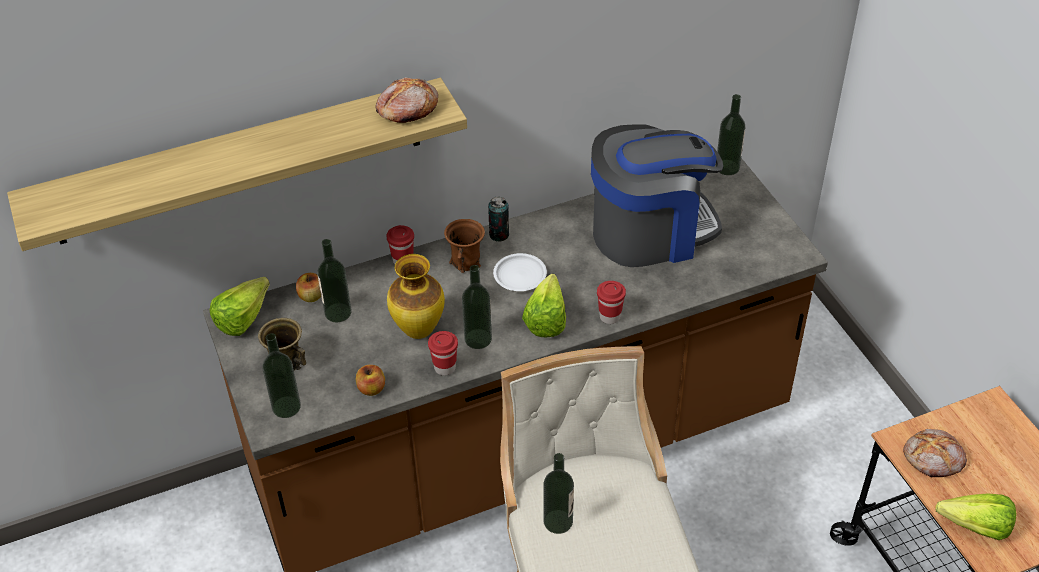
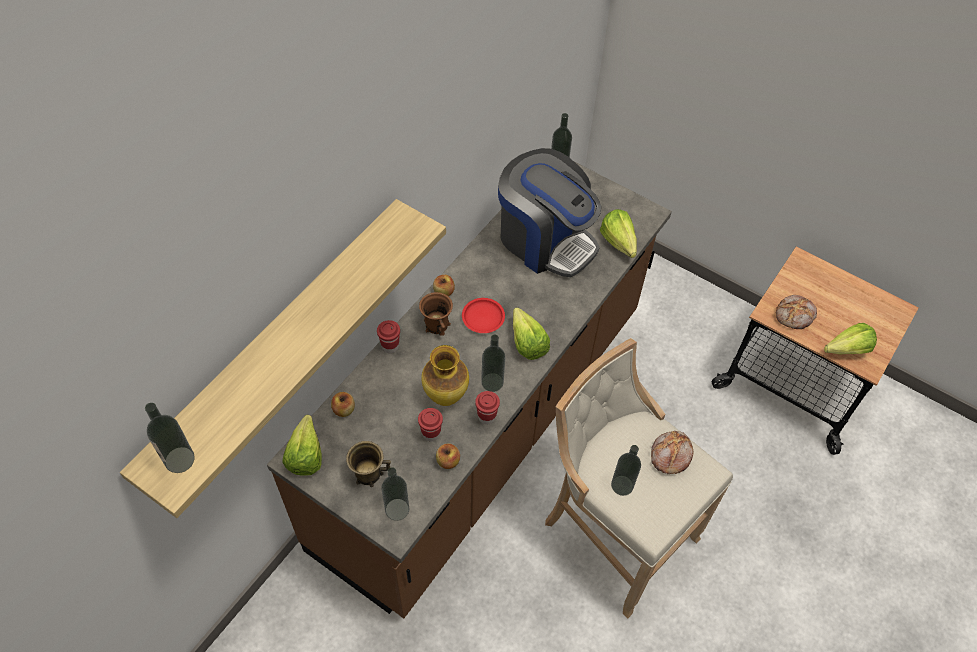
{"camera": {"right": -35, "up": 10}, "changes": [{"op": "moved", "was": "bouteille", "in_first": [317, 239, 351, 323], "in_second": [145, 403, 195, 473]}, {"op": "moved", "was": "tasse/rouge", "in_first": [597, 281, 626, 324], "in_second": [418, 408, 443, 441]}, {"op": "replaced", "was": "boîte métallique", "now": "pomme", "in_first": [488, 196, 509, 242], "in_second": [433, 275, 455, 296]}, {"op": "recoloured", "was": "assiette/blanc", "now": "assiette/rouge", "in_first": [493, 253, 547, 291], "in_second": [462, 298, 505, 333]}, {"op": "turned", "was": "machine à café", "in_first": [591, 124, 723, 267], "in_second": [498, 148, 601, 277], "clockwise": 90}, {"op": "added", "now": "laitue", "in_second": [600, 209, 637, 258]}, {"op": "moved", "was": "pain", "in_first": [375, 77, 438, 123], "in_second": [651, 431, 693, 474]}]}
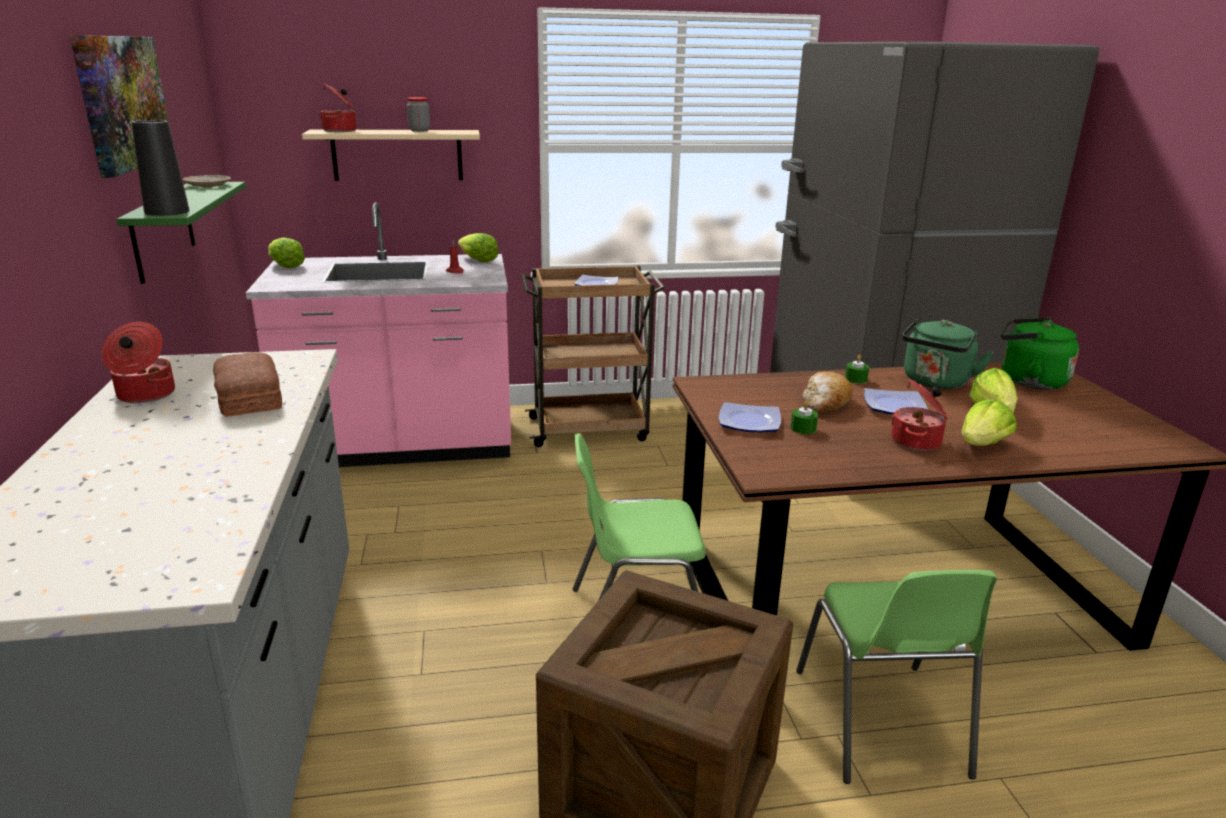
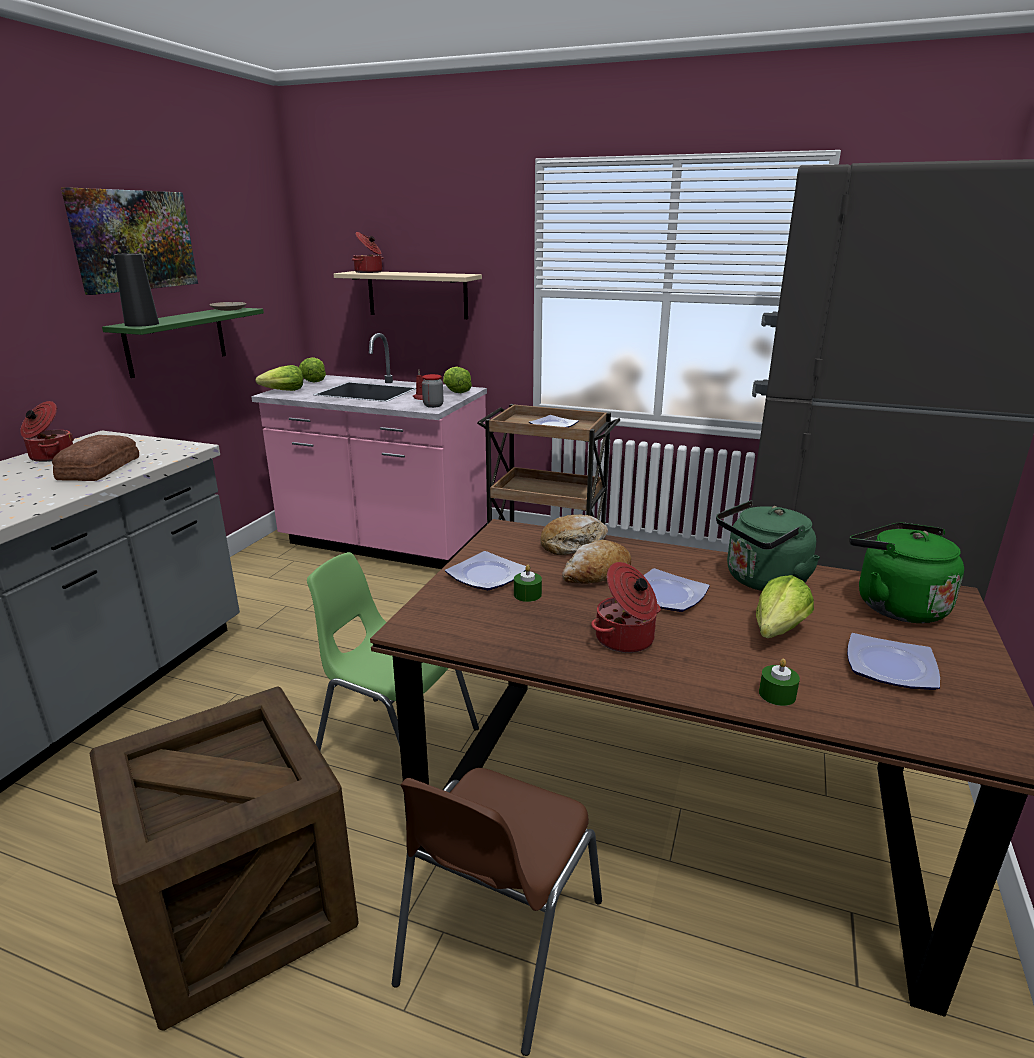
{"camera": {"right": 30, "up": 0}, "changes": [{"op": "moved", "was": "laitue", "in_first": [962, 399, 1017, 446], "in_second": [255, 365, 303, 391]}, {"op": "recoloured", "was": "chaise/vert", "now": "chaise/marron", "in_first": [796, 570, 997, 784], "in_second": [392, 768, 602, 1056]}, {"op": "moved", "was": "bocal", "in_first": [407, 97, 430, 132], "in_second": [422, 374, 444, 408]}, {"op": "added", "now": "pain", "in_second": [541, 515, 608, 555]}, {"op": "moved", "was": "bougie/vert", "in_first": [845, 355, 869, 384], "in_second": [759, 659, 800, 706]}, {"op": "added", "now": "assiette", "in_second": [847, 633, 940, 690]}]}
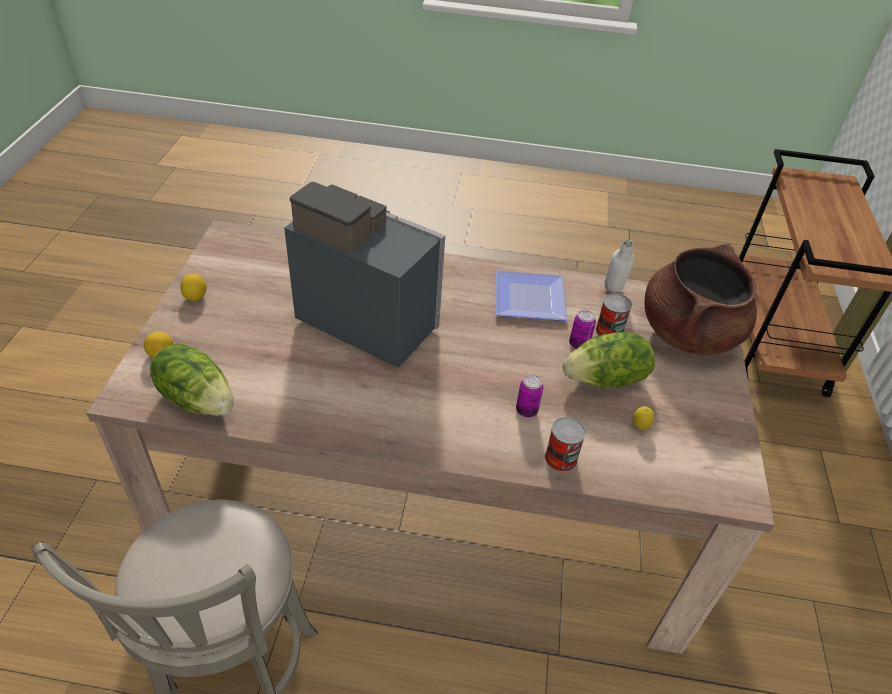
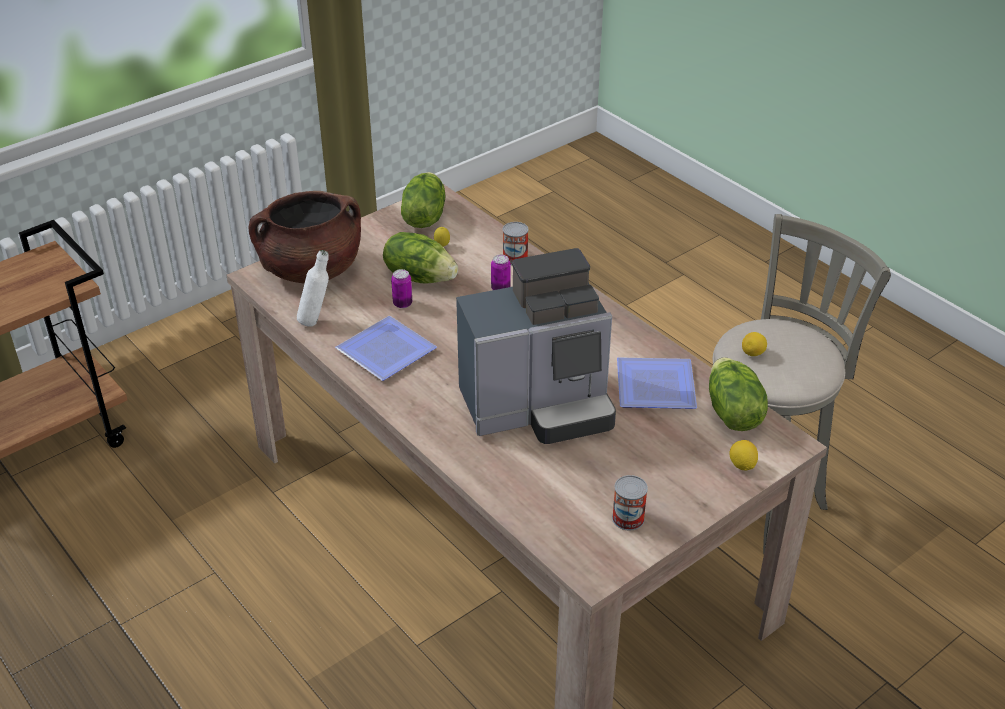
{"camera": {"right": -135, "up": -5}, "changes": [{"op": "added", "now": "laitue", "in_second": [401, 172, 445, 228]}, {"op": "turned", "was": "machine à café", "in_first": [284, 182, 445, 368], "in_second": [456, 248, 616, 444], "clockwise": -90}, {"op": "moved", "was": "boîte métallique", "in_first": [596, 293, 632, 336], "in_second": [612, 475, 648, 531]}, {"op": "added", "now": "assiette", "in_second": [617, 357, 697, 409]}, {"op": "moved", "was": "citron", "in_first": [180, 274, 207, 301], "in_second": [742, 332, 767, 356]}]}
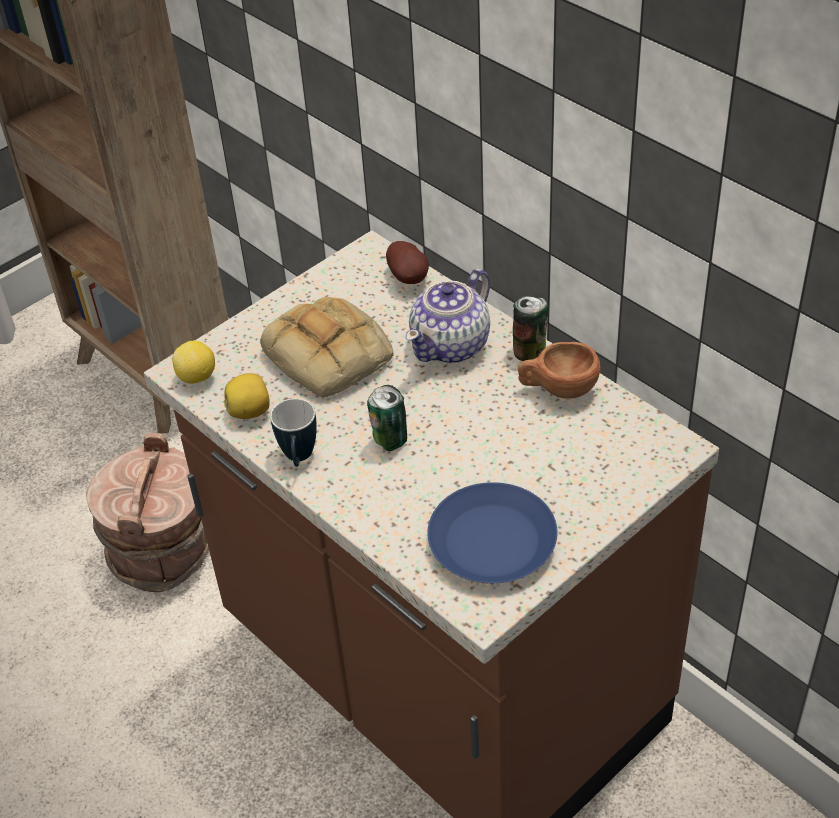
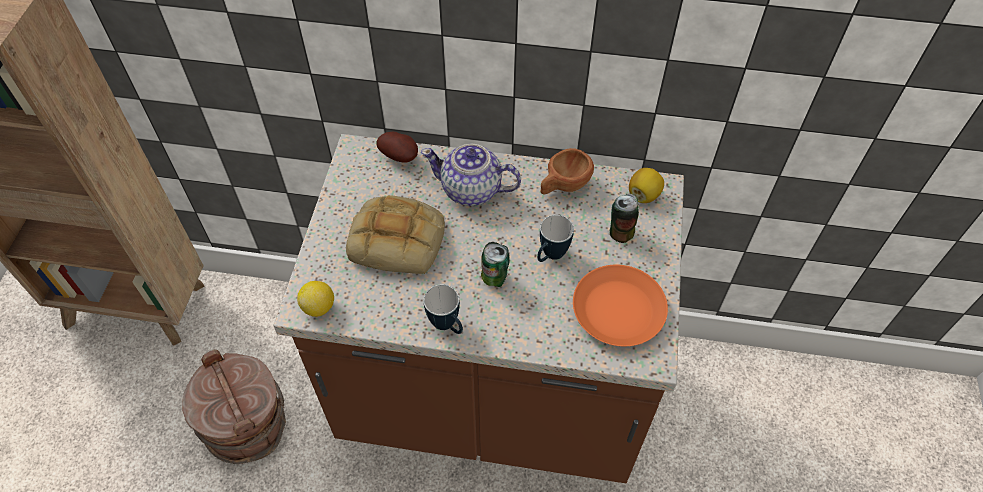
{"camera": {"right": -40, "up": 10}, "changes": [{"op": "turned", "was": "théière", "in_first": [406, 269, 490, 363], "in_second": [421, 143, 521, 206], "clockwise": 105}, {"op": "added", "now": "mug", "in_second": [537, 215, 574, 262]}, {"op": "recoloured", "was": "assiette/bleu", "now": "assiette/orange", "in_first": [427, 482, 557, 583], "in_second": [573, 265, 668, 346]}, {"op": "moved", "was": "boîte métallique", "in_first": [513, 296, 548, 361], "in_second": [610, 193, 639, 243]}, {"op": "moved", "was": "citron", "in_first": [224, 373, 270, 419], "in_second": [629, 168, 664, 203]}]}
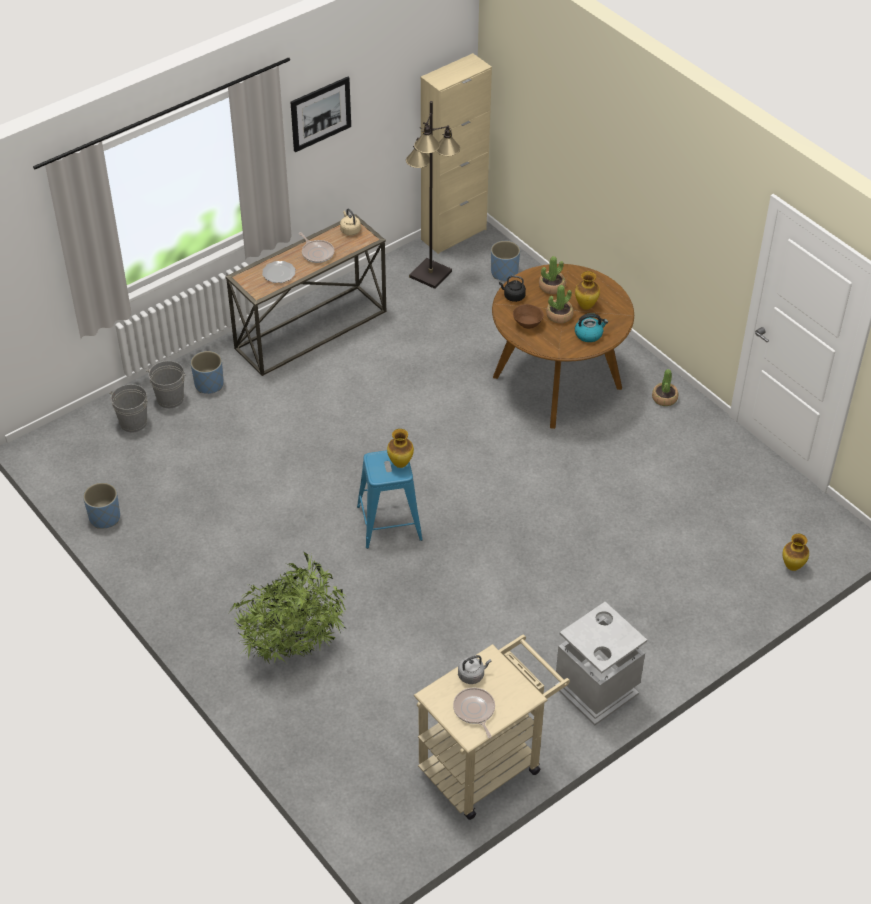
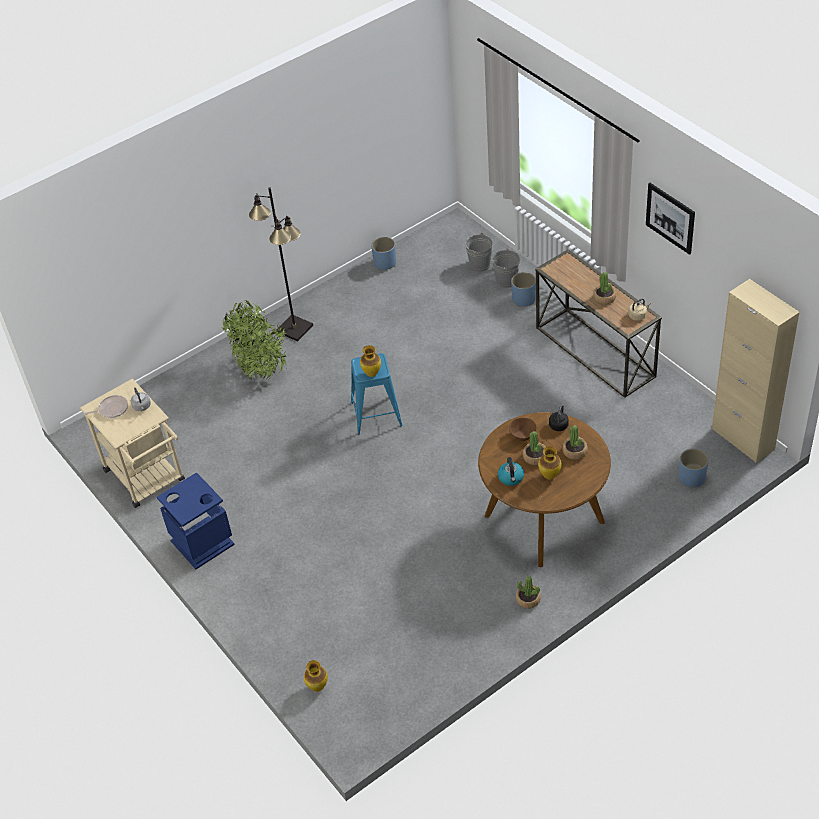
{"camera": {"right": 95, "up": 0}, "changes": [{"op": "recoloured", "was": "poubelle/gris", "now": "poubelle/bleu", "in_first": [555, 602, 647, 726], "in_second": [157, 472, 235, 570]}, {"op": "moved", "was": "lampadaire/noir", "in_first": [406, 101, 460, 289], "in_second": [249, 187, 313, 341]}, {"op": "replaced", "was": "poêle", "now": "plante en pot", "in_first": [299, 232, 334, 263], "in_second": [593, 272, 616, 305]}, {"op": "removed", "was": "assiette", "in_first": [262, 261, 296, 283]}]}
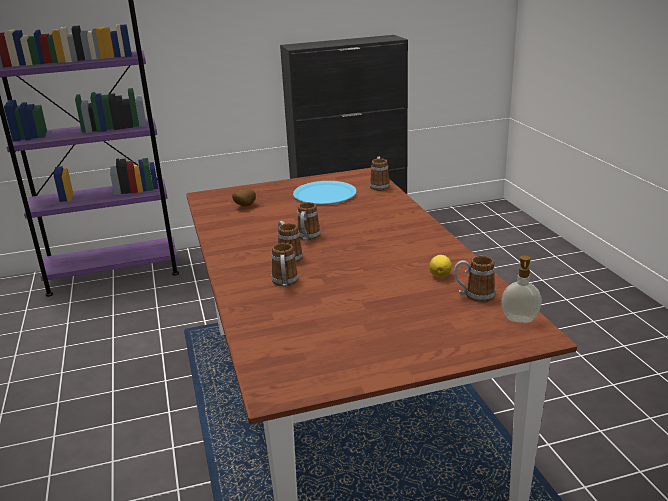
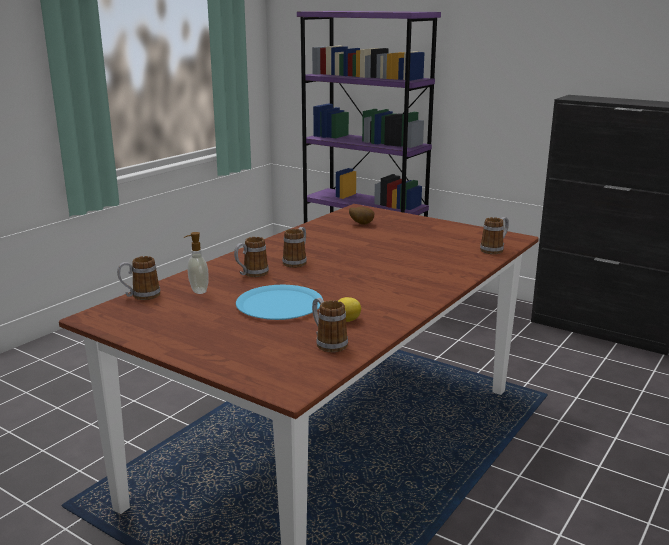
{"camera": {"right": 50, "up": -5}, "changes": [{"op": "moved", "was": "mug", "in_first": [298, 202, 321, 241], "in_second": [117, 256, 161, 300]}, {"op": "moved", "was": "distributeur de savon", "in_first": [501, 256, 542, 323], "in_second": [184, 232, 209, 294]}, {"op": "moved", "was": "assiette/bleu", "in_first": [293, 181, 357, 205], "in_second": [236, 285, 323, 320]}]}
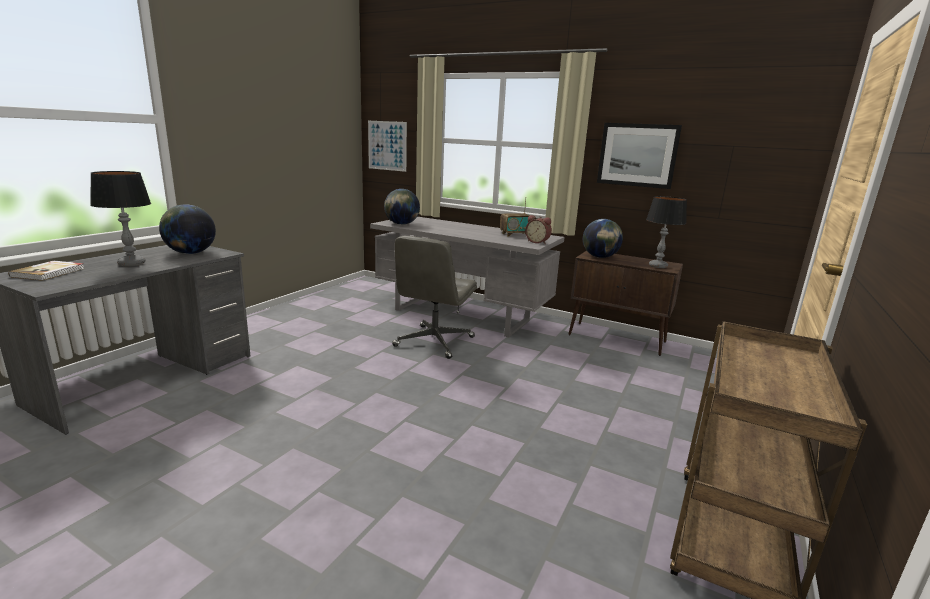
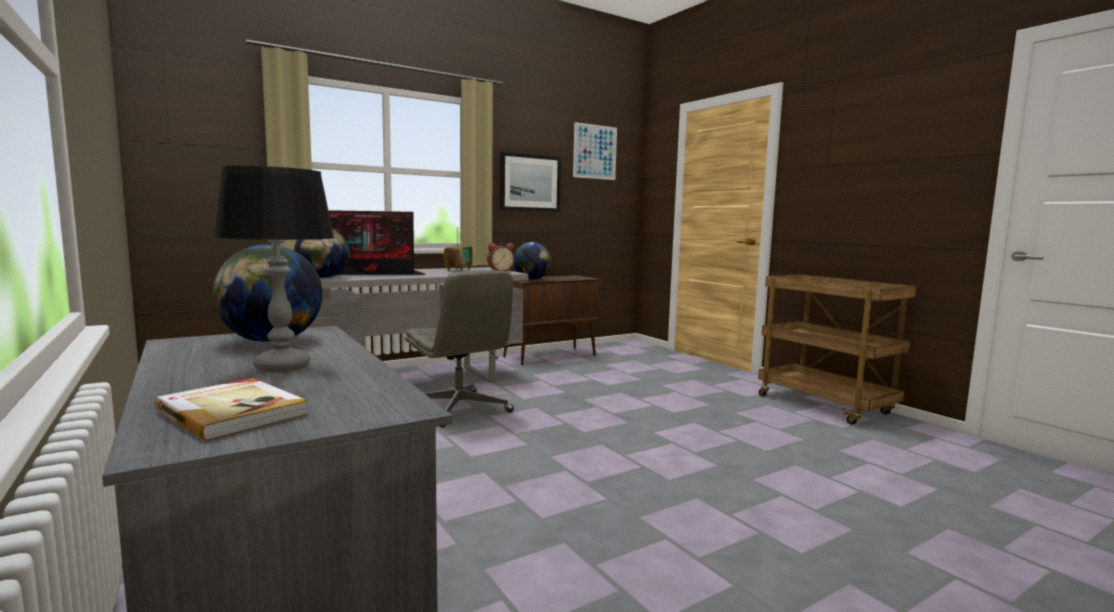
{"camera": {"right": -60, "up": -10}, "changes": [{"op": "added", "now": "écran d'ordinateur", "in_second": [328, 210, 425, 275]}, {"op": "moved", "was": "tableau", "in_first": [368, 121, 407, 172], "in_second": [573, 122, 617, 180]}, {"op": "removed", "was": "lampe de table", "in_first": [646, 196, 687, 268]}]}
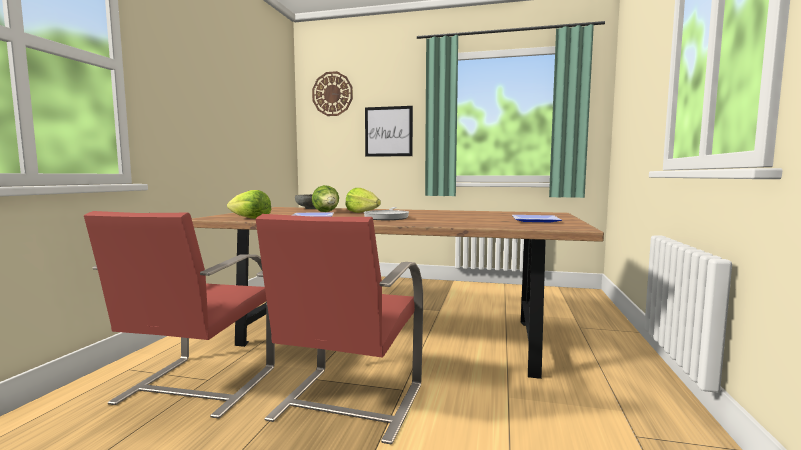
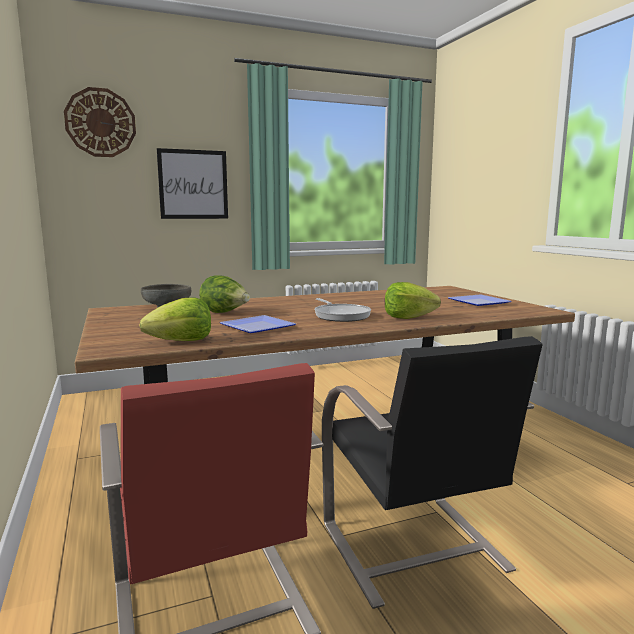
{"camera": {"right": -35, "up": 5}, "changes": [{"op": "recoloured", "was": "chaise/rouge", "now": "chaise/noir", "in_first": [256, 214, 423, 445], "in_second": [322, 336, 543, 609]}, {"op": "moved", "was": "laitue", "in_first": [345, 188, 381, 213], "in_second": [385, 282, 441, 319]}]}
